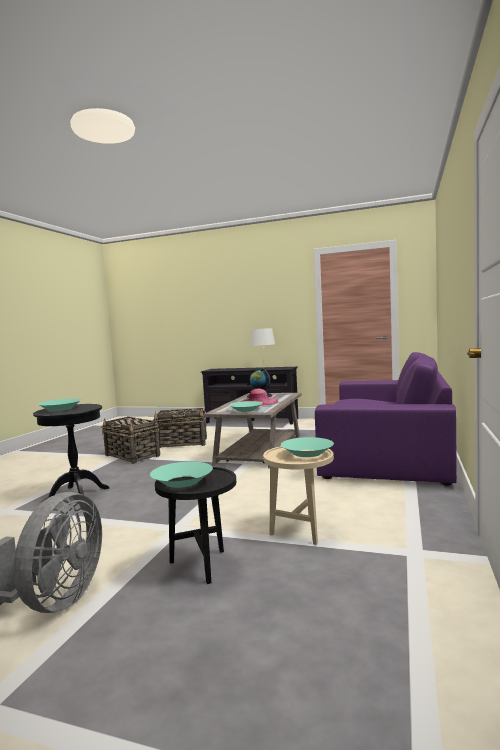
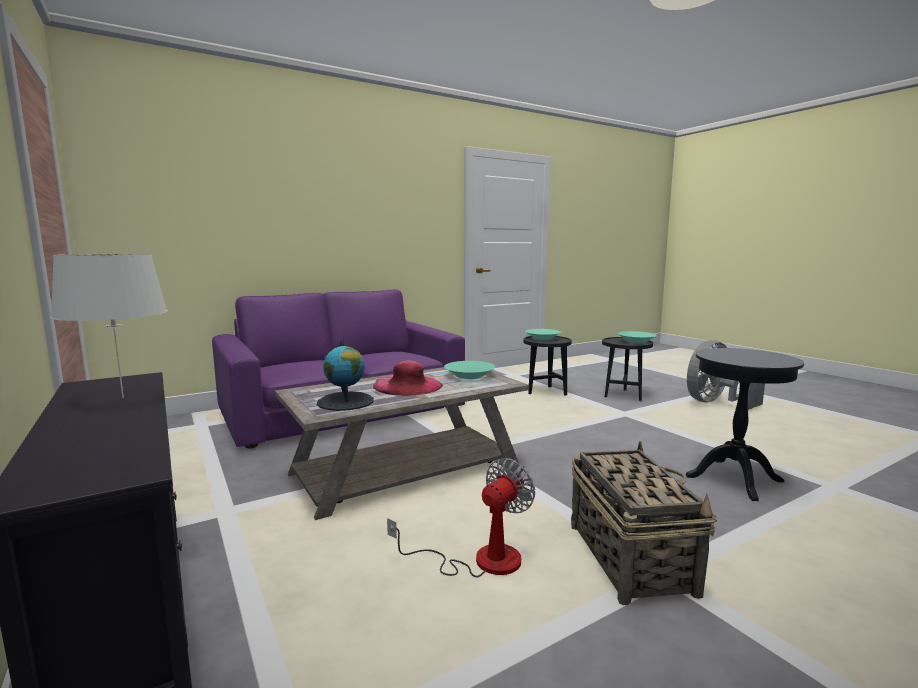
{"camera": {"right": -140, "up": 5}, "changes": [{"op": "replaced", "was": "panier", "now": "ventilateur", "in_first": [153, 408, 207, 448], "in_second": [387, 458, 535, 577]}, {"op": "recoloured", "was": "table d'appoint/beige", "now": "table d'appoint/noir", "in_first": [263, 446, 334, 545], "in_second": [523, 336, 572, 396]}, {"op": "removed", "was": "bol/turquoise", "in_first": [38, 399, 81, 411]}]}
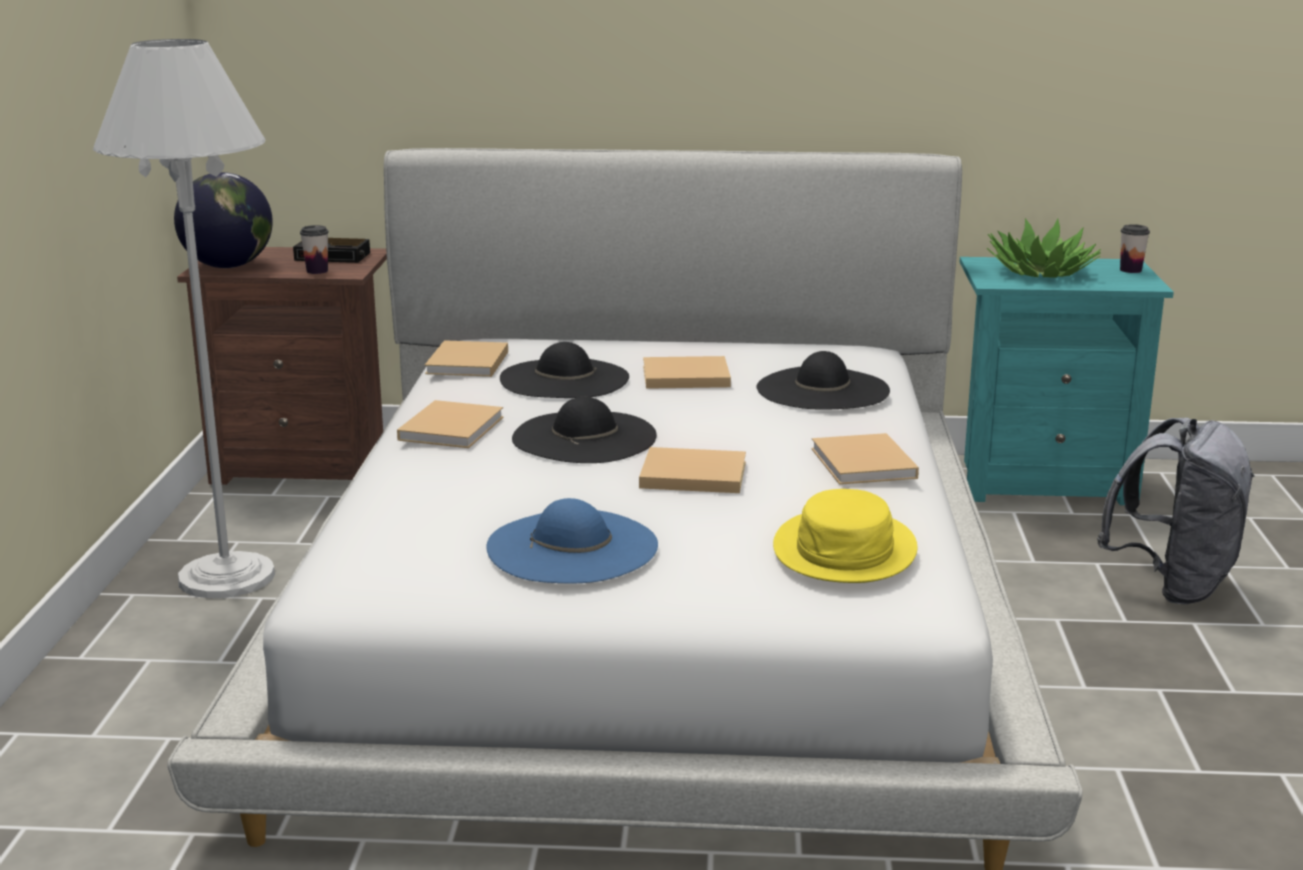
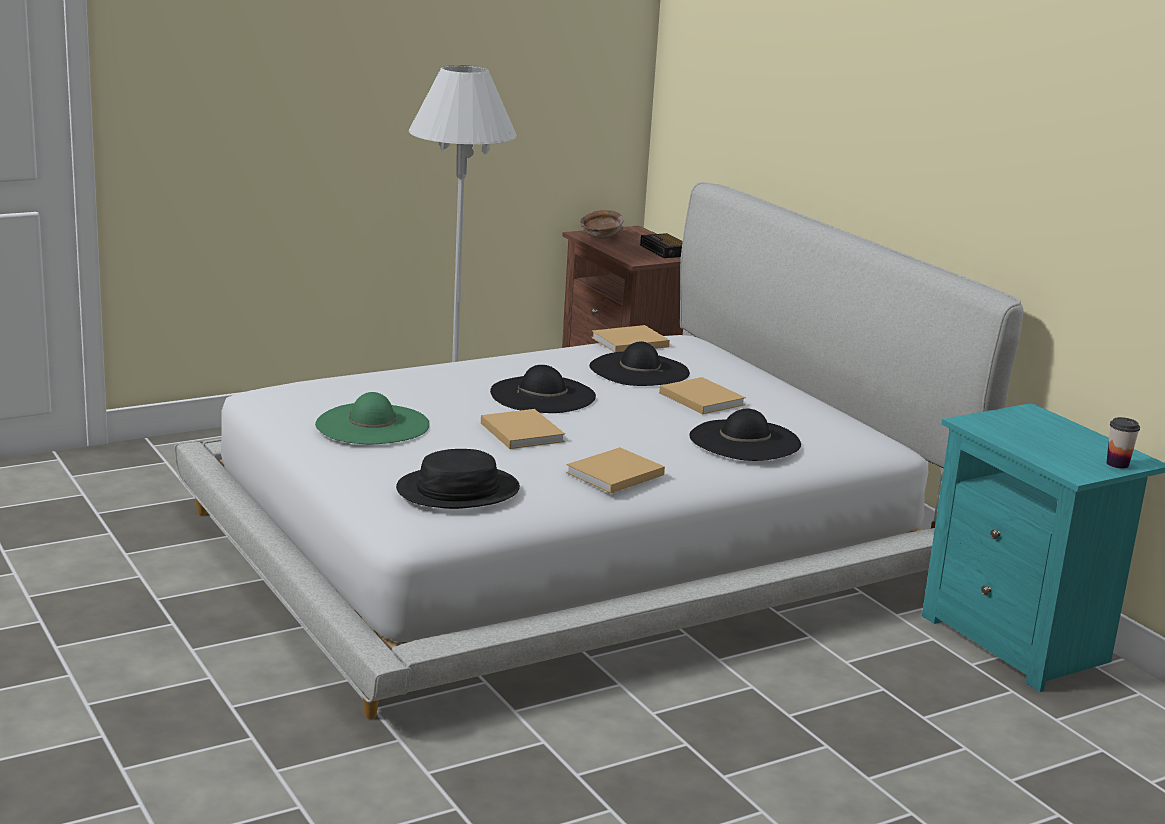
{"camera": {"right": 55, "up": 0}, "changes": [{"op": "recoloured", "was": "chapeau/bleu", "now": "chapeau/vert", "in_first": [486, 498, 658, 583], "in_second": [315, 392, 430, 444]}, {"op": "recoloured", "was": "chapeau/jaune", "now": "chapeau/noir", "in_first": [773, 489, 917, 583], "in_second": [396, 449, 520, 509]}, {"op": "replaced", "was": "globe", "now": "bol/marron", "in_first": [174, 172, 273, 268], "in_second": [580, 210, 624, 239]}, {"op": "removed", "was": "tasse", "in_first": [300, 225, 329, 274]}, {"op": "removed", "was": "livre/beige", "in_first": [397, 400, 504, 448]}, {"op": "removed", "was": "plante en pot", "in_first": [986, 218, 1101, 278]}, {"op": "removed", "was": "sac à dos/gris", "in_first": [1097, 418, 1255, 604]}]}
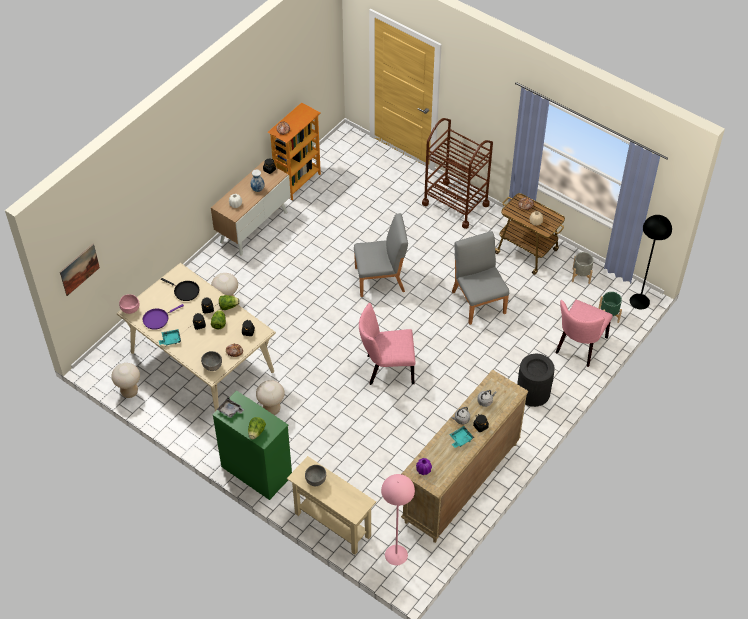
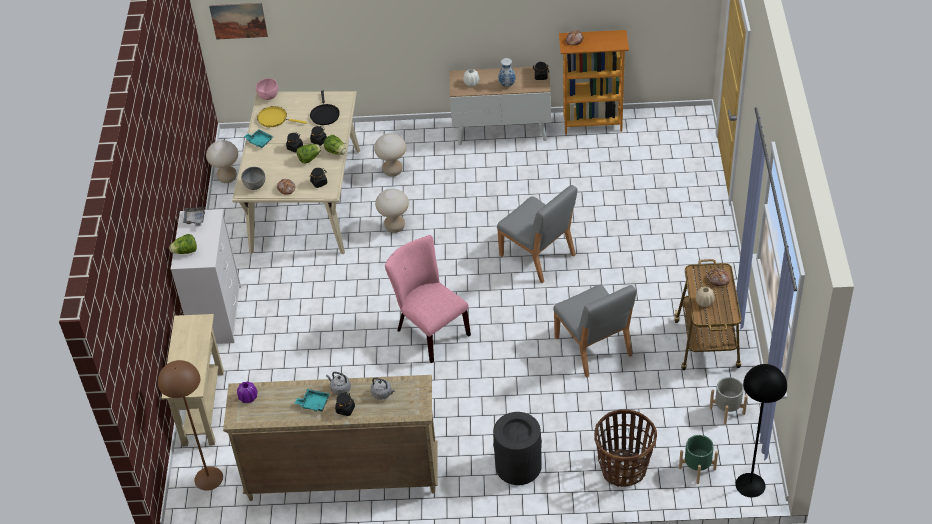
{"camera": {"right": 55, "up": -5}, "changes": [{"op": "recoloured", "was": "lampadaire/rose", "now": "lampadaire/marron", "in_first": [381, 474, 415, 565], "in_second": [158, 360, 223, 491]}, {"op": "recoloured", "was": "commode/vert", "now": "commode/blanc", "in_first": [212, 391, 292, 500], "in_second": [171, 209, 241, 344]}, {"op": "recoloured", "was": "poêle/violet", "now": "poêle/jaune", "in_first": [143, 304, 184, 330], "in_second": [257, 106, 307, 127]}, {"op": "moved", "was": "tabouret/beige", "in_first": [256, 380, 285, 415], "in_second": [375, 188, 409, 233]}, {"op": "turned", "was": "chaise/gris", "in_first": [452, 231, 509, 325], "in_second": [553, 285, 637, 378], "clockwise": 120}, {"op": "replaced", "was": "chaise/rose", "now": "panier", "in_first": [556, 300, 613, 367], "in_second": [594, 409, 657, 487]}, {"op": "removed", "was": "bol/gris", "in_first": [305, 465, 326, 486]}, {"op": "removed", "was": "chariot/marron", "in_first": [422, 118, 493, 229]}]}
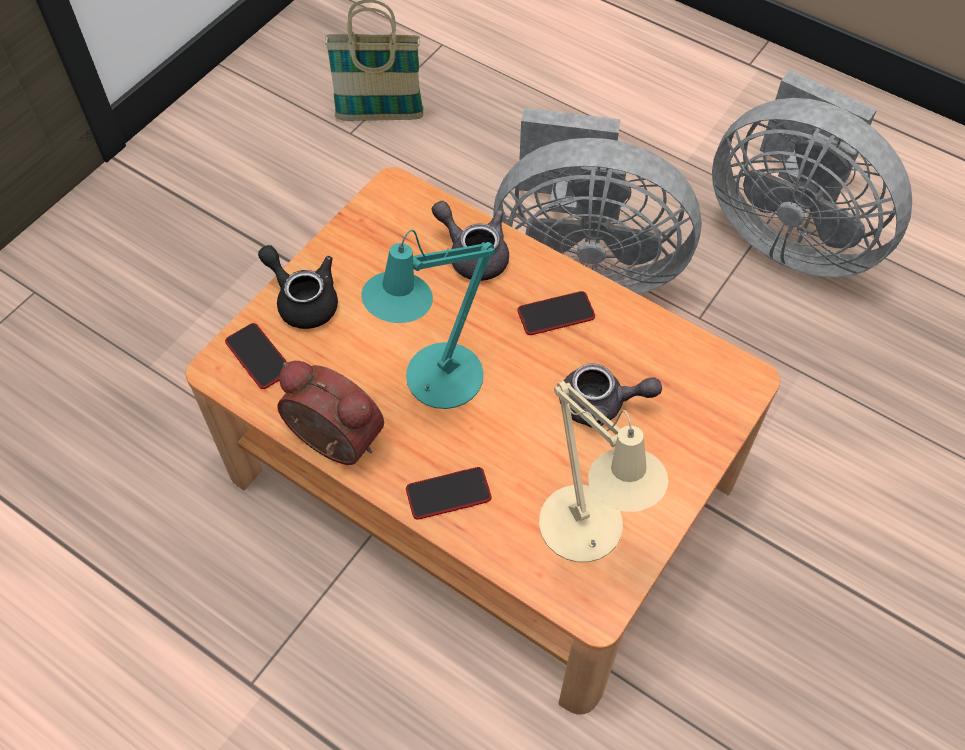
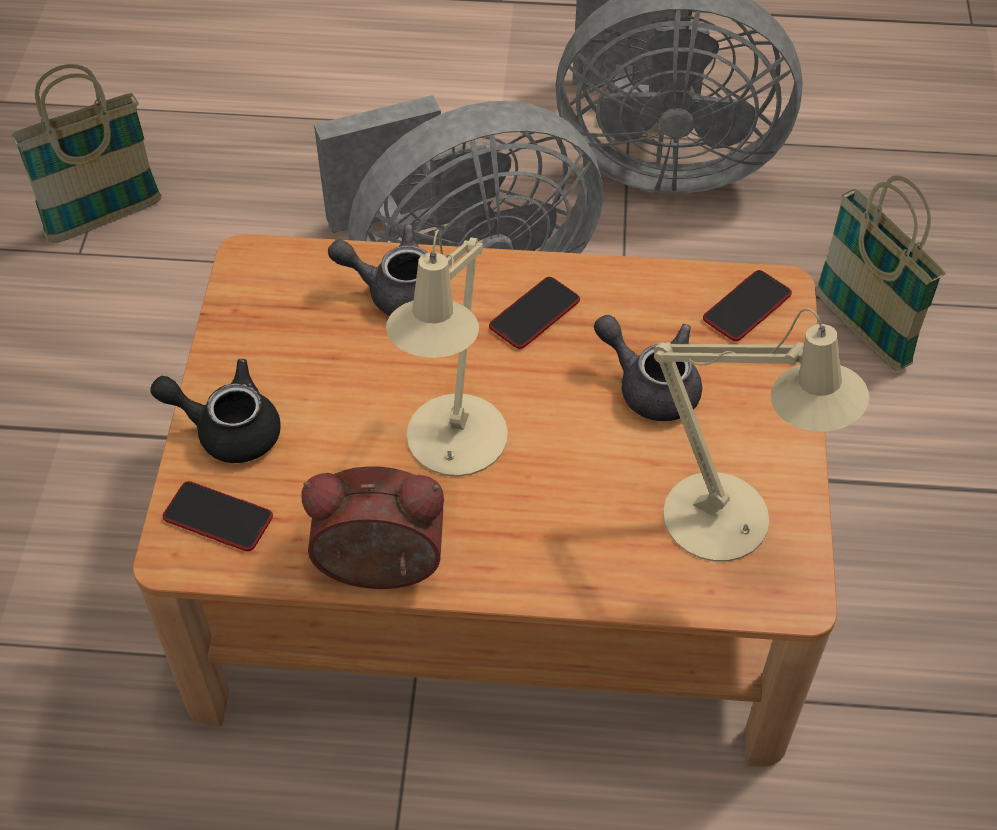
{"camera": {"right": -30, "up": -5}, "changes": [{"op": "recoloured", "was": "lampe de table/turquoise", "now": "lampe de table/beige", "in_first": [361, 230, 495, 409], "in_second": [386, 230, 508, 476]}, {"op": "turned", "was": "théière/gris", "in_first": [559, 364, 662, 428], "in_second": [594, 315, 702, 421], "clockwise": -120}, {"op": "moved", "was": "téléphone", "in_first": [406, 467, 492, 519], "in_second": [703, 270, 792, 341]}, {"op": "added", "now": "panier", "in_second": [815, 175, 945, 371]}]}
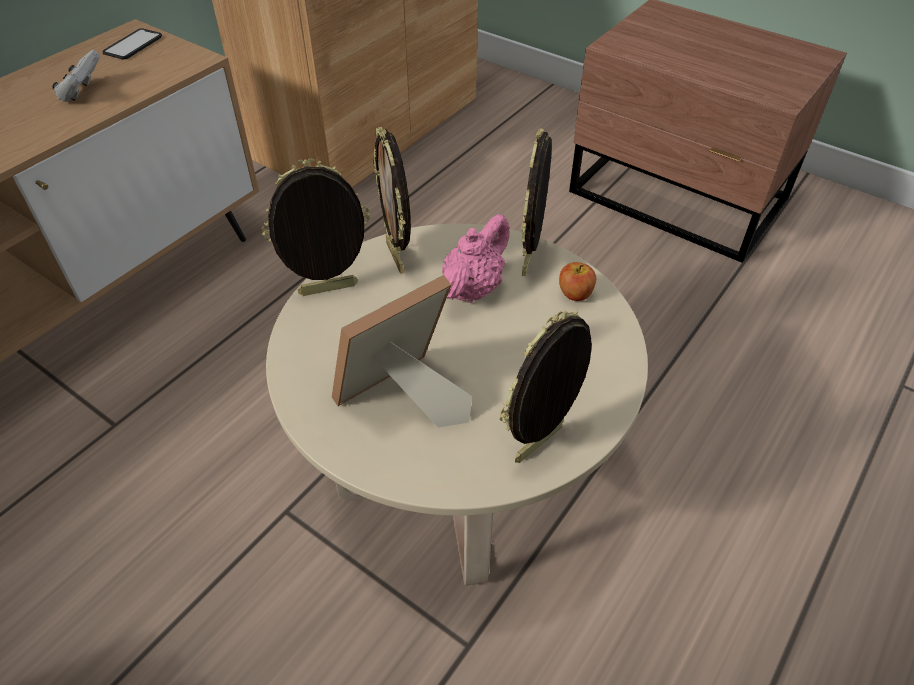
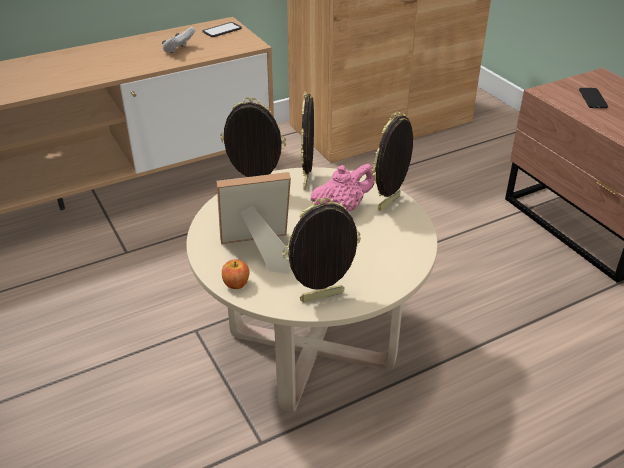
{"camera": {"right": 25, "up": -10}, "changes": [{"op": "moved", "was": "pomme", "in_first": [559, 262, 596, 301], "in_second": [222, 259, 249, 289]}, {"op": "added", "now": "téléphone", "in_second": [579, 88, 608, 108]}]}
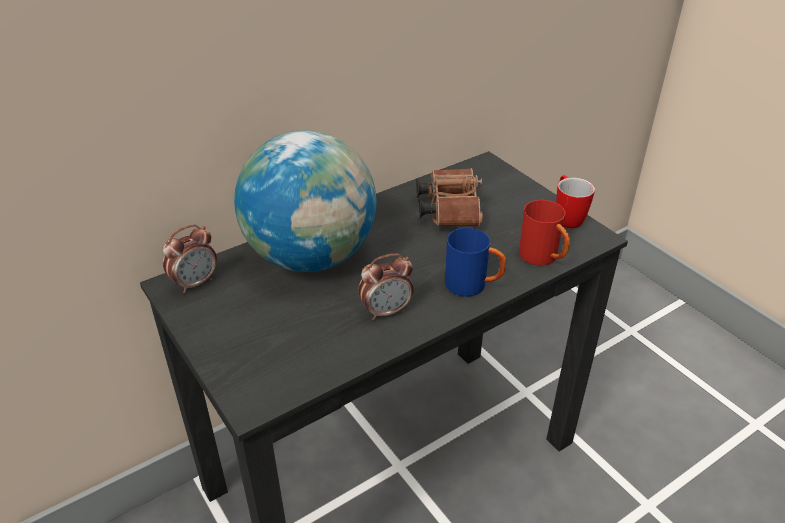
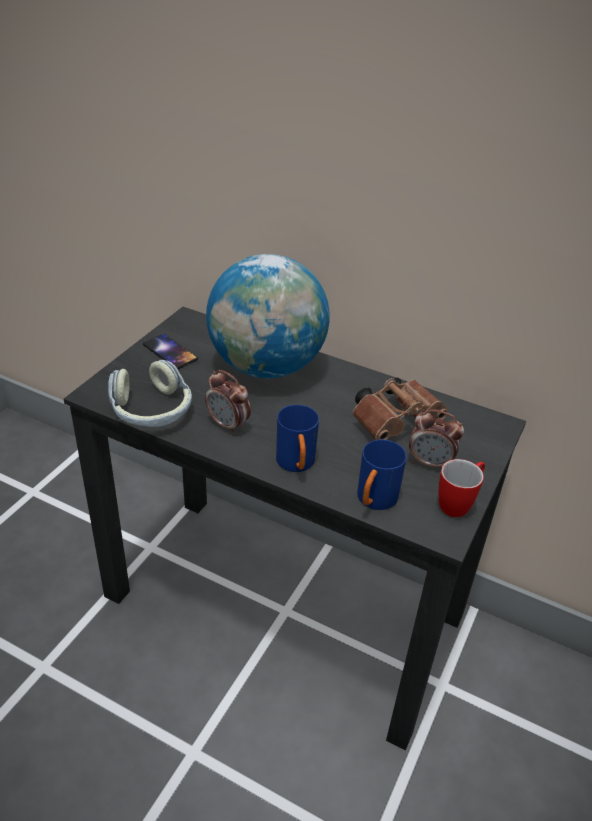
{"camera": {"right": 60, "up": 0}, "changes": [{"op": "added", "now": "casque audio", "in_second": [108, 360, 192, 427]}, {"op": "added", "now": "téléphone", "in_second": [143, 334, 198, 369]}, {"op": "recoloured", "was": "mug/rouge", "now": "mug/bleu", "in_first": [519, 200, 570, 266], "in_second": [357, 439, 407, 510]}, {"op": "moved", "was": "réveil", "in_first": [163, 224, 217, 293], "in_second": [409, 409, 464, 468]}]}
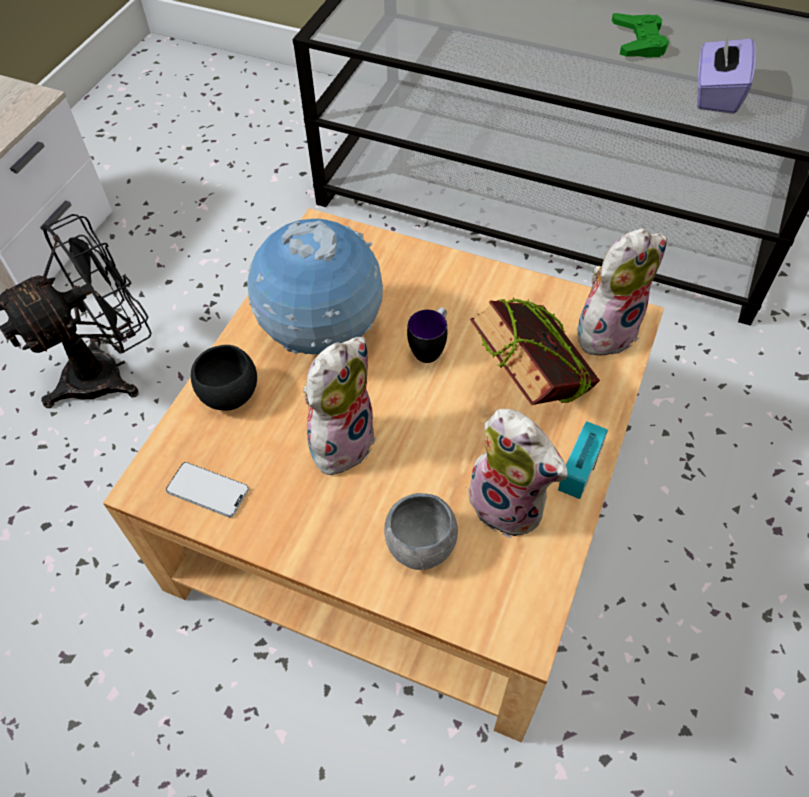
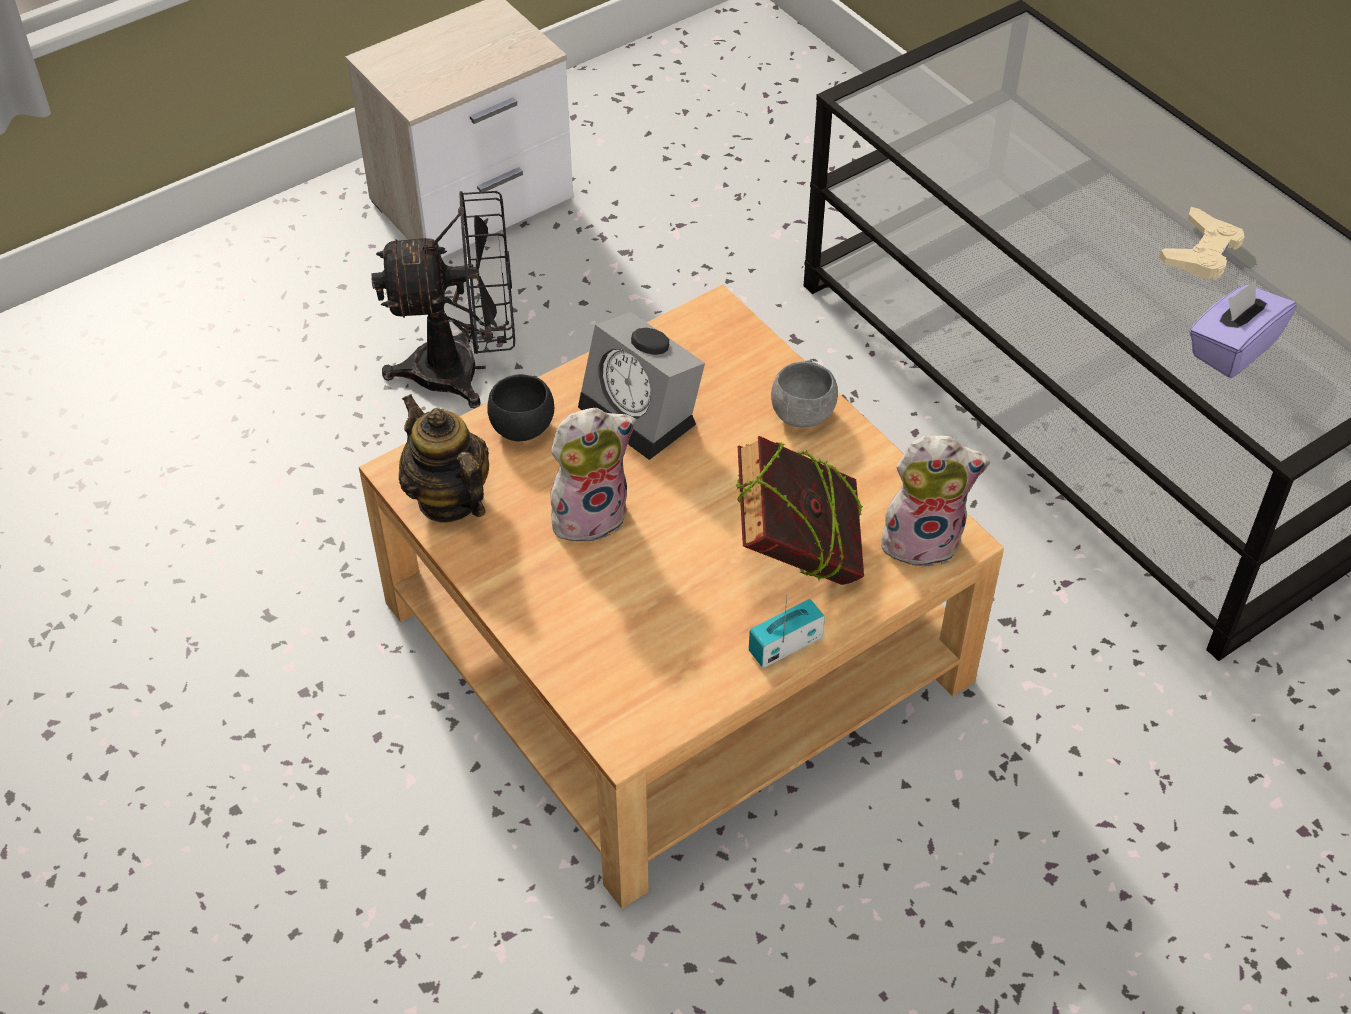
{"camera": {"right": 30, "up": -5}, "changes": [{"op": "replaced", "was": "téléphone", "now": "théière", "in_first": [166, 462, 249, 518], "in_second": [399, 394, 489, 523]}, {"op": "replaced", "was": "globe", "now": "réveil", "in_first": [247, 219, 383, 354], "in_second": [578, 312, 705, 460]}, {"op": "moved", "was": "bol/gris", "in_first": [384, 493, 458, 570], "in_second": [771, 361, 838, 428]}, {"op": "recoloured", "was": "manette/vert", "now": "manette/beige", "in_first": [612, 13, 669, 58], "in_second": [1159, 207, 1244, 280]}, {"op": "removed", "was": "mug", "in_first": [407, 307, 447, 363]}, {"op": "removed", "was": "peluche", "in_first": [465, 409, 568, 538]}]}
